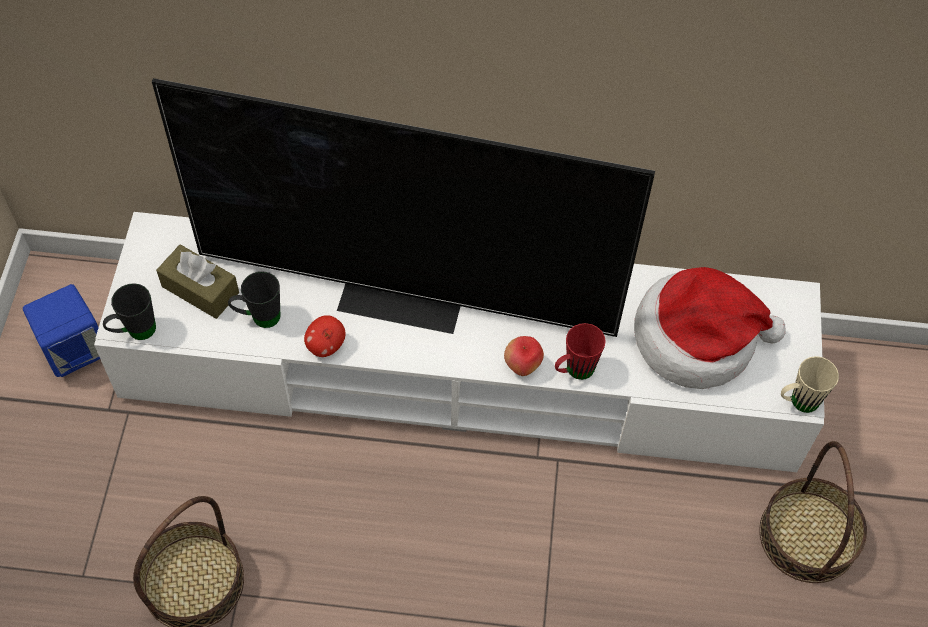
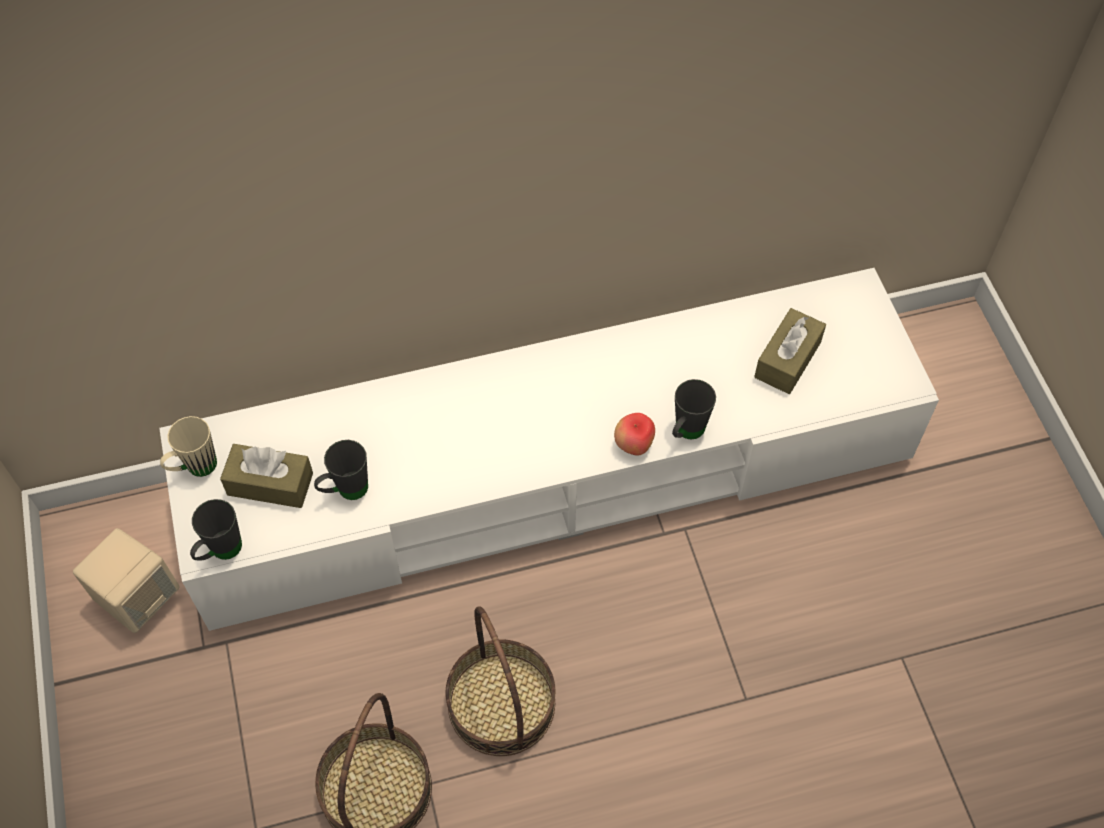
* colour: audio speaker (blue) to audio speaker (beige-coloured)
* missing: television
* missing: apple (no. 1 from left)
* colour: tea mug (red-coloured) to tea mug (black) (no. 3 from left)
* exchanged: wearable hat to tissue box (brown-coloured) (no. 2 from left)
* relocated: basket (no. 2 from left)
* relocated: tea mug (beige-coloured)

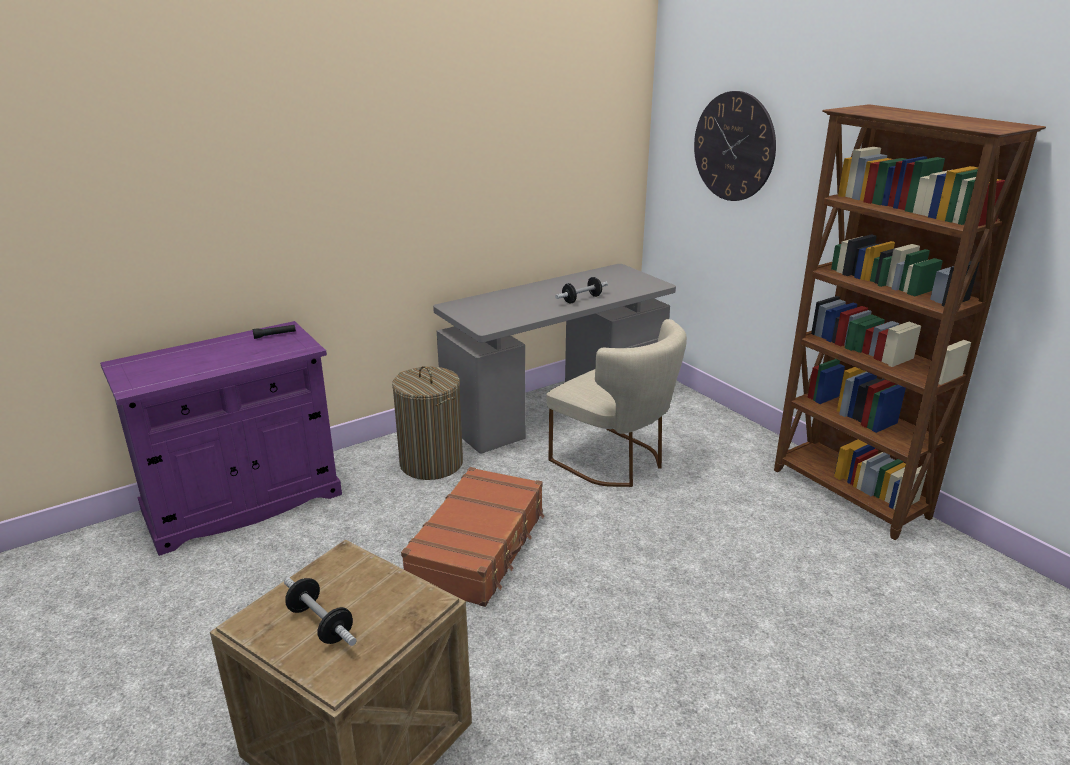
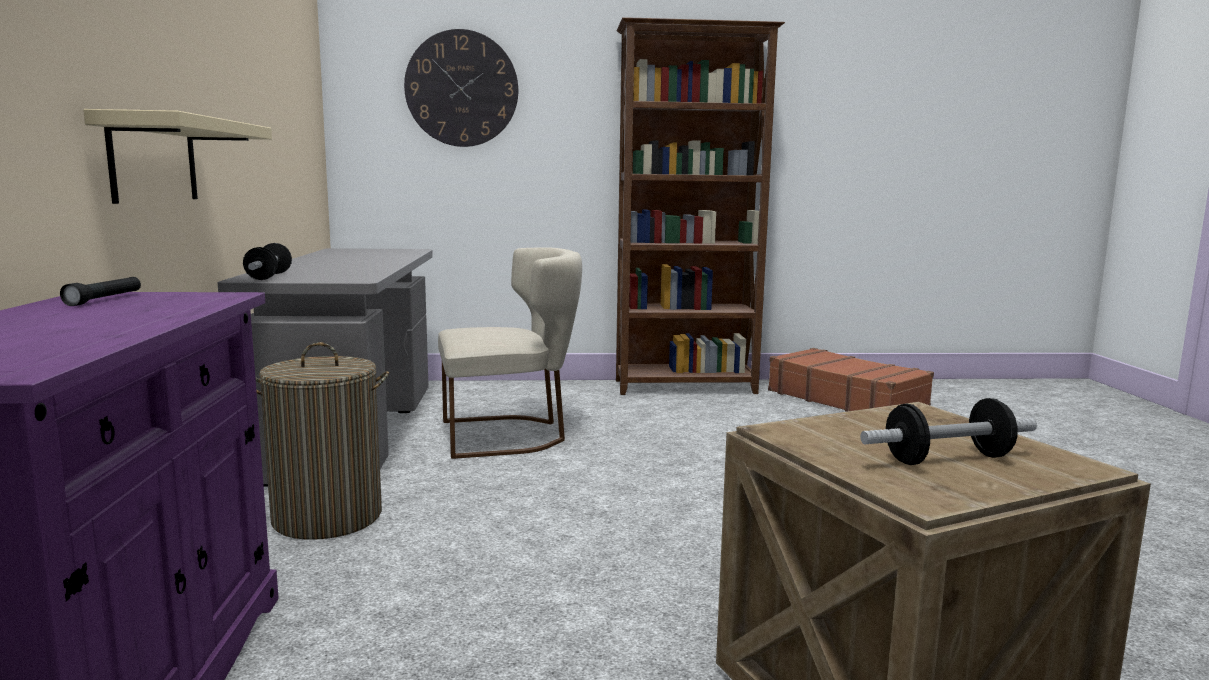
* relocated: suitcase (brown-coloured)
* relocated: dumbbell (no. 2 from left in the first image) to dumbbell (no. 1 from left)
* appeared: shelf (beige-coloured)

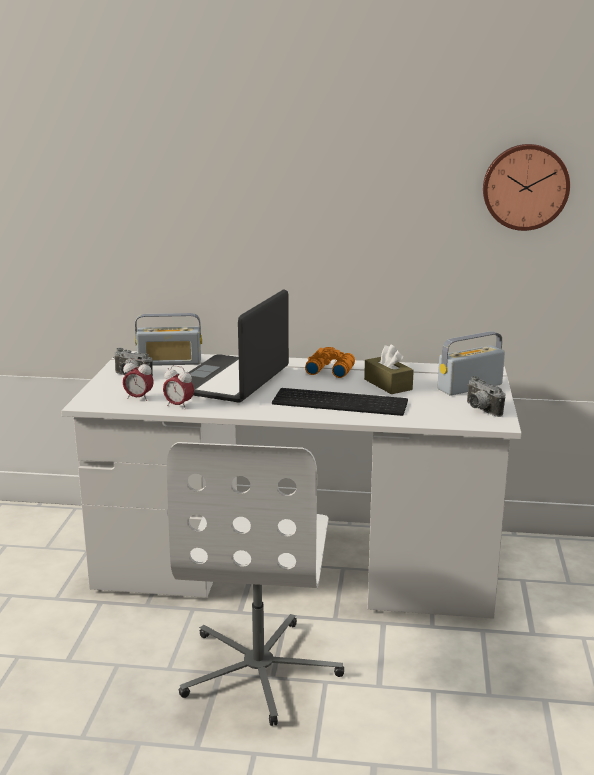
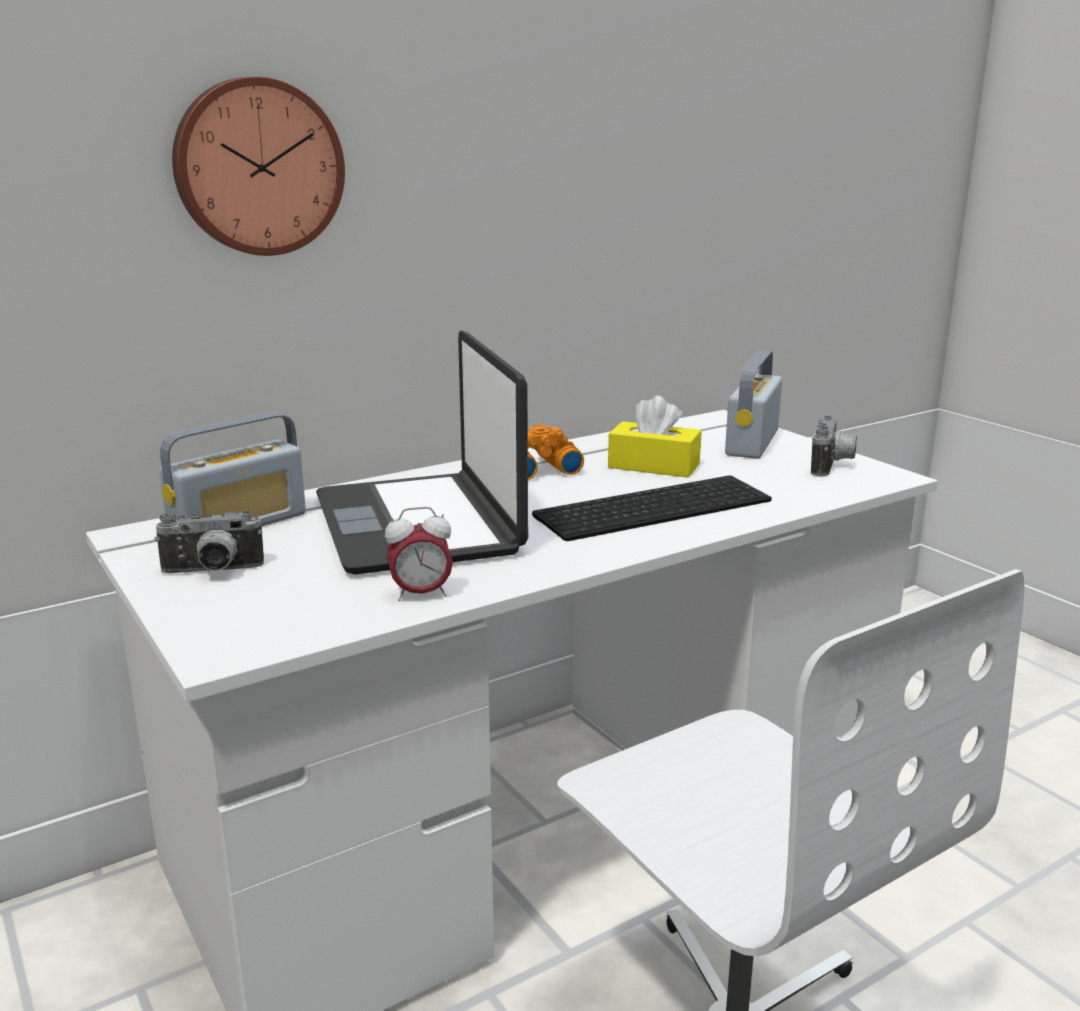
* missing: table clock (no. 1 from left)
* colour: tissue box (brown-coloured) to tissue box (yellow-coloured)
* spun: still camera (no. 2 from left) 90 degrees counterclockwise
* relocated: hanging clock

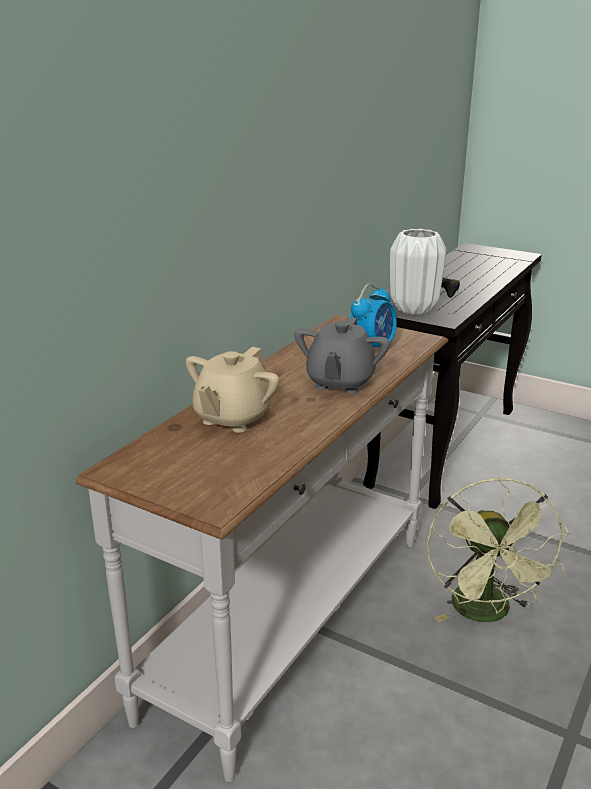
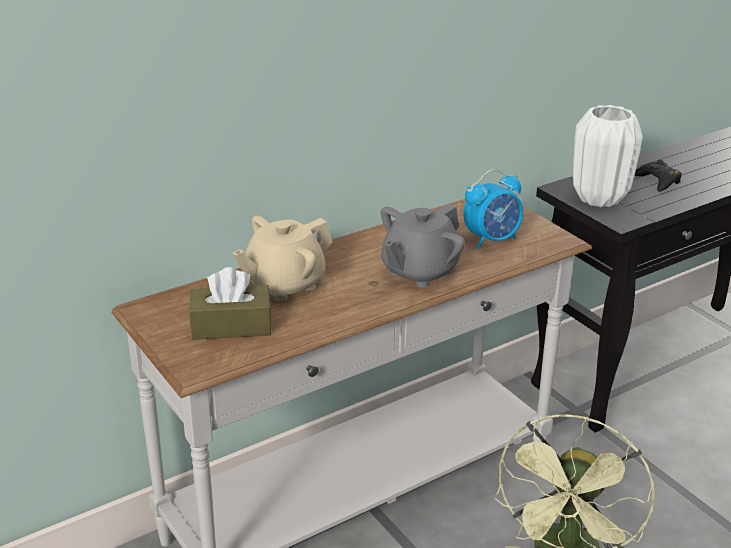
* appeared: tissue box (brown-coloured)

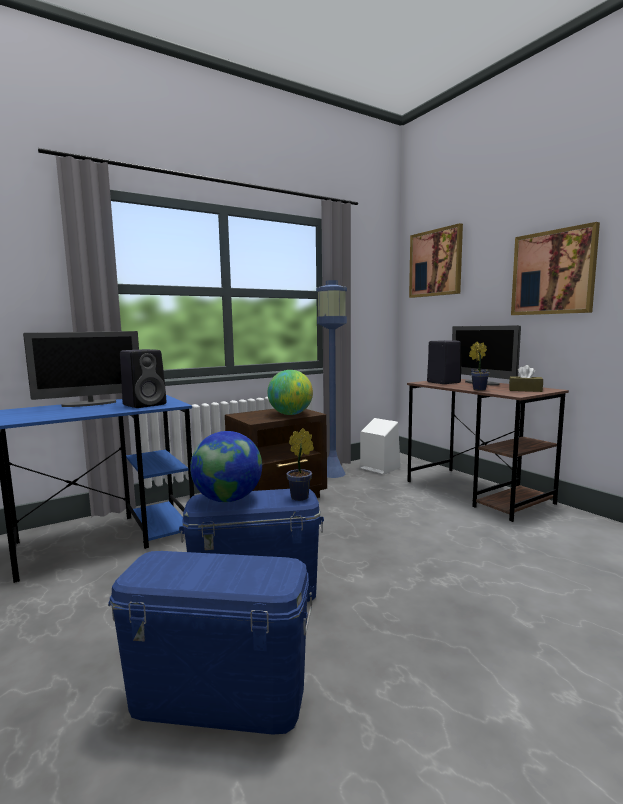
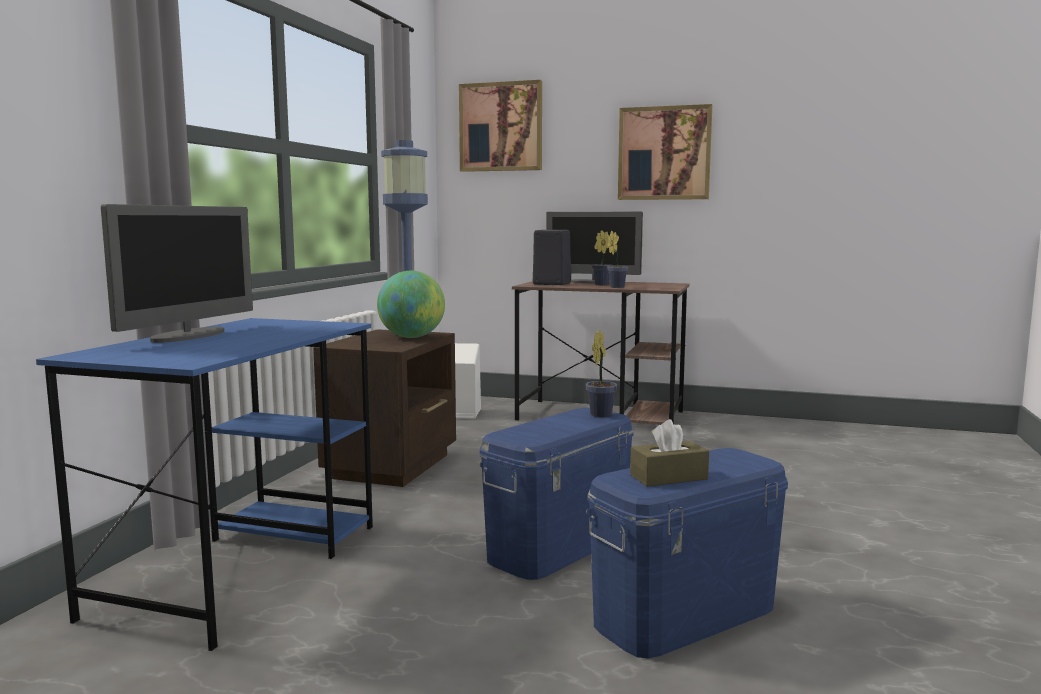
* missing: audio speaker (black) (no. 1 from left)
* missing: globe (no. 1 from left)
* relocated: tissue box (brown-coloured)

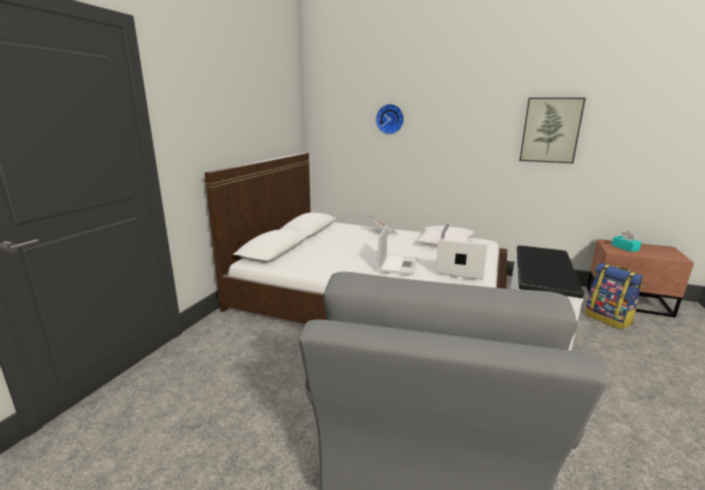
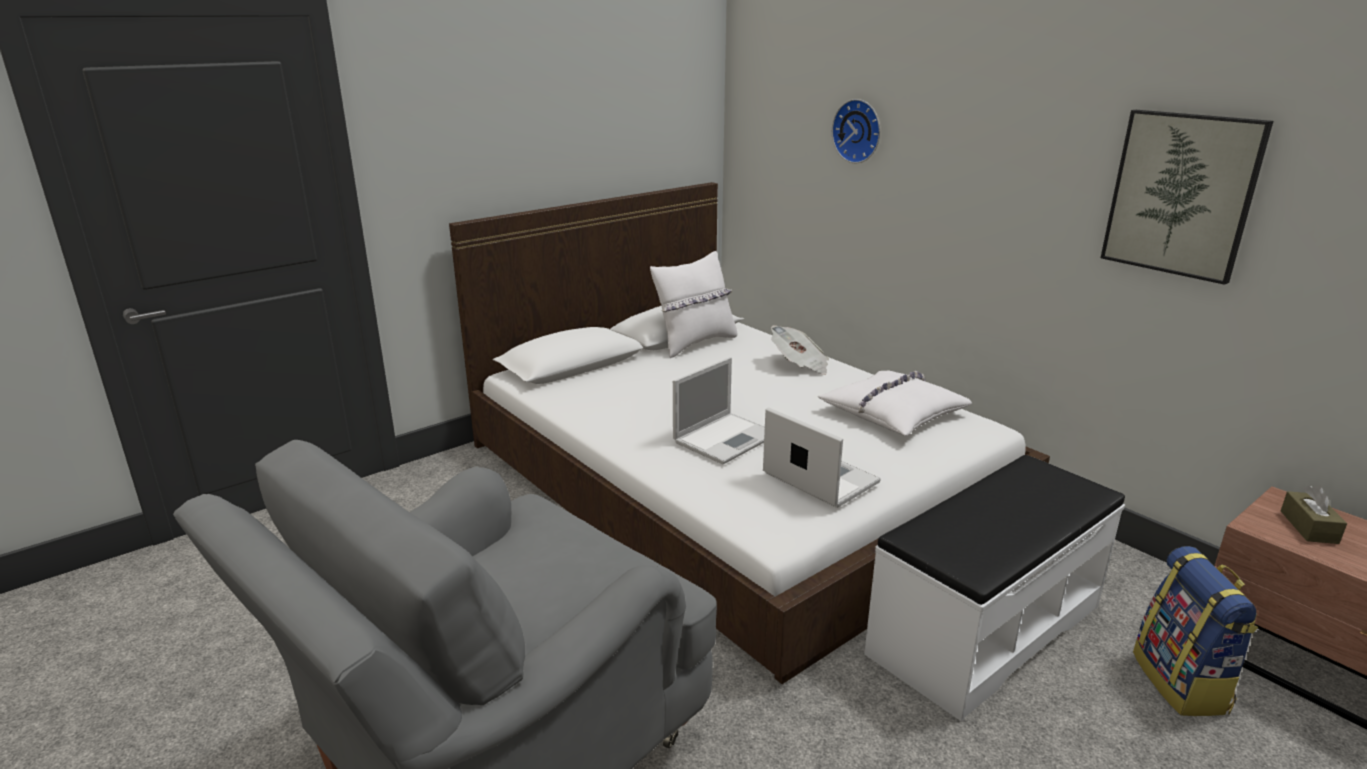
* colour: tissue box (blue-green) to tissue box (brown-coloured)
* appeared: throw pillow (white) (no. 1 from left)

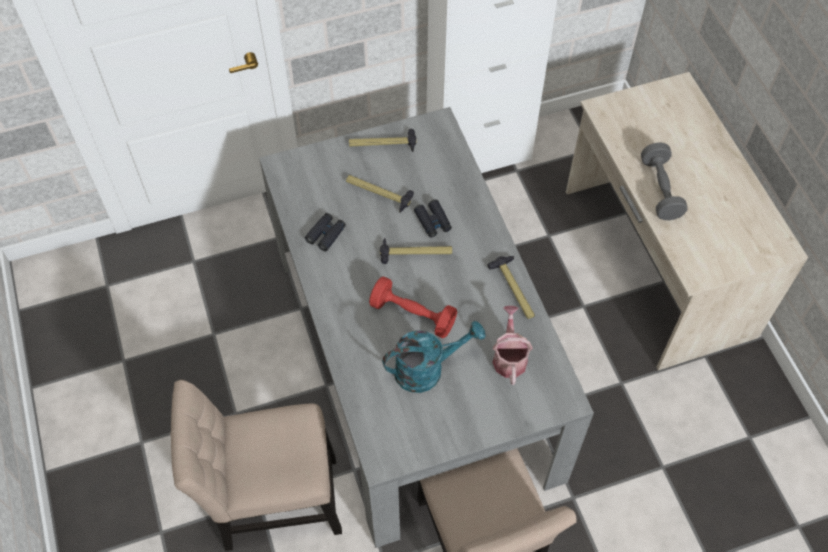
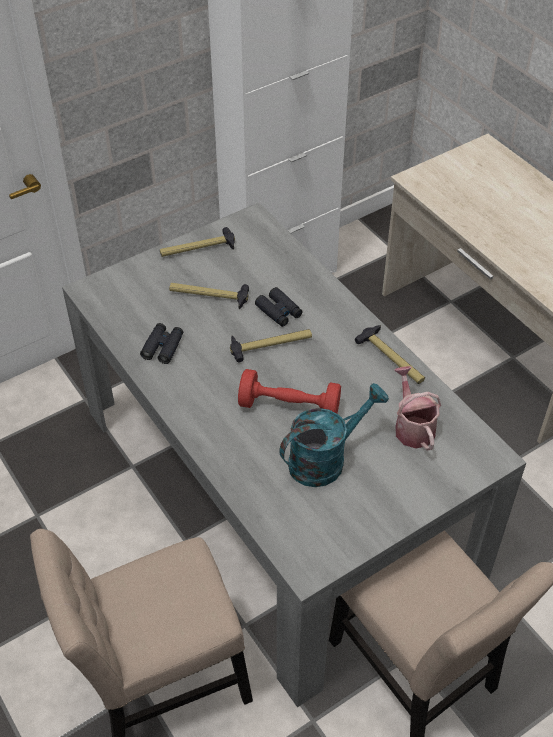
* missing: dumbbell (greyish)

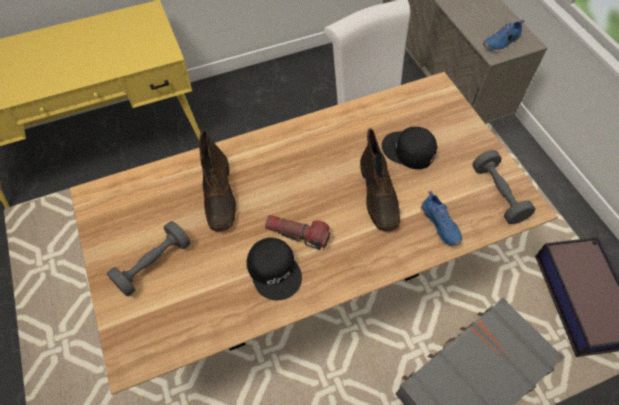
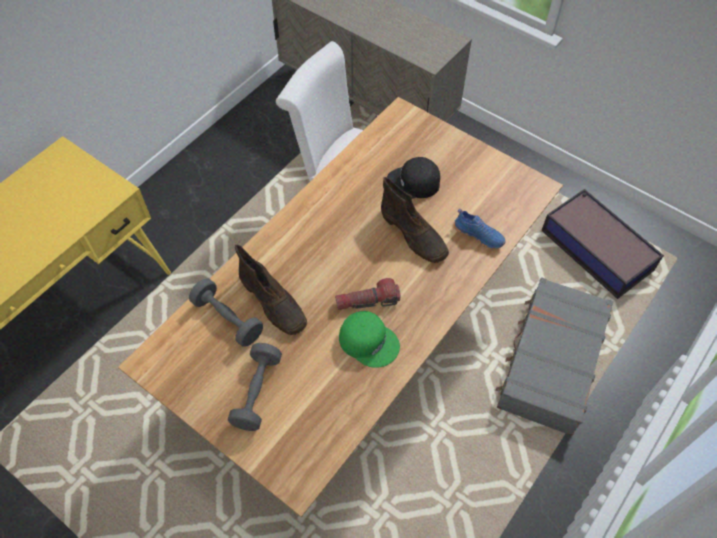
* colour: peaked cap (black) (no. 1 from left) to peaked cap (greenish)
* relocated: dumbbell (greyish) (no. 2 from left in the first image) to dumbbell (greyish) (no. 1 from left)
* missing: low shoe (blue) (no. 2 from left)

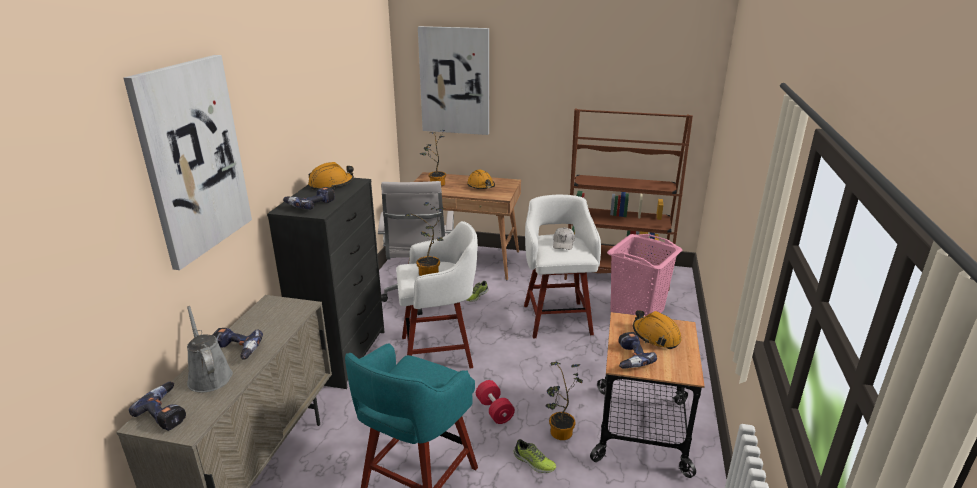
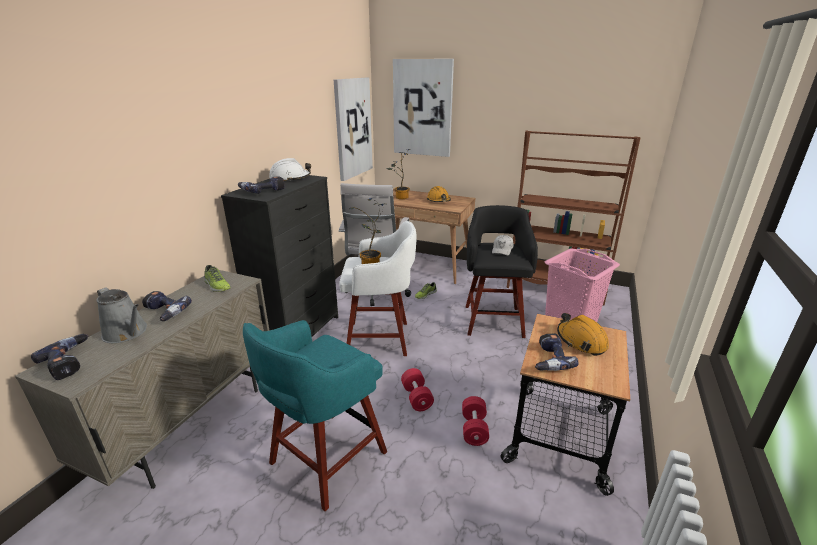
* relocated: picture (no. 1 from left)
* spun: sprinkling can (greyish) 150 degrees clockwise
* colour: hard hat (orange) (no. 1 from left) to hard hat (white)
* relocated: low shoe (no. 2 from left in the first image) to low shoe (no. 1 from left)
* colour: stool seat (white) (no. 2 from left) to stool seat (black)
* exchanged: potted plant (no. 3 from left) to dumbbell (red-coloured) (no. 2 from left)

